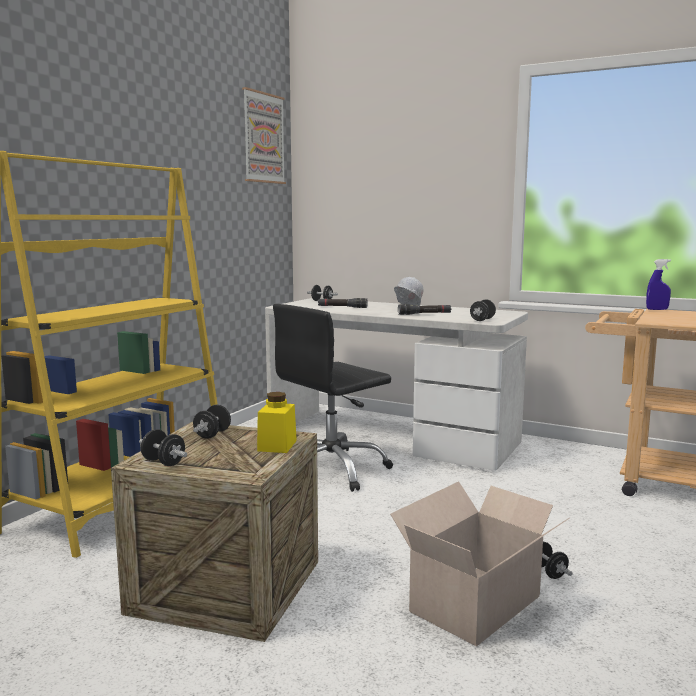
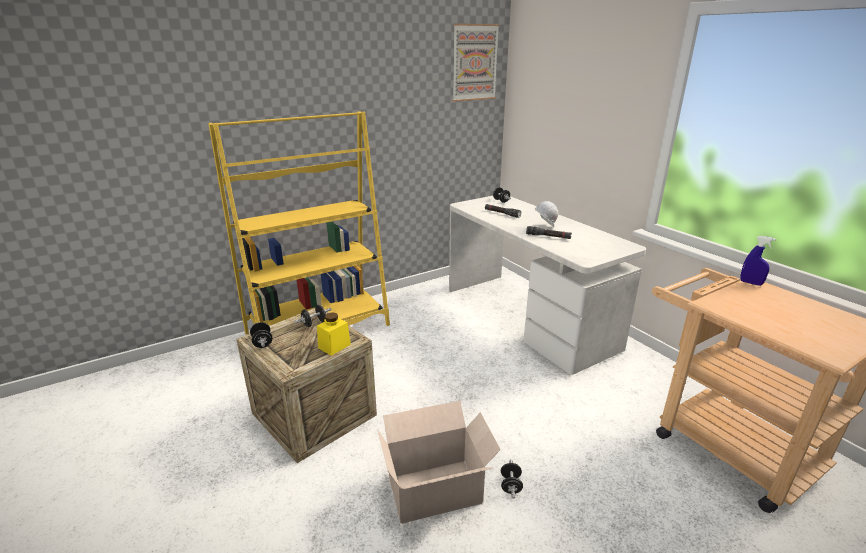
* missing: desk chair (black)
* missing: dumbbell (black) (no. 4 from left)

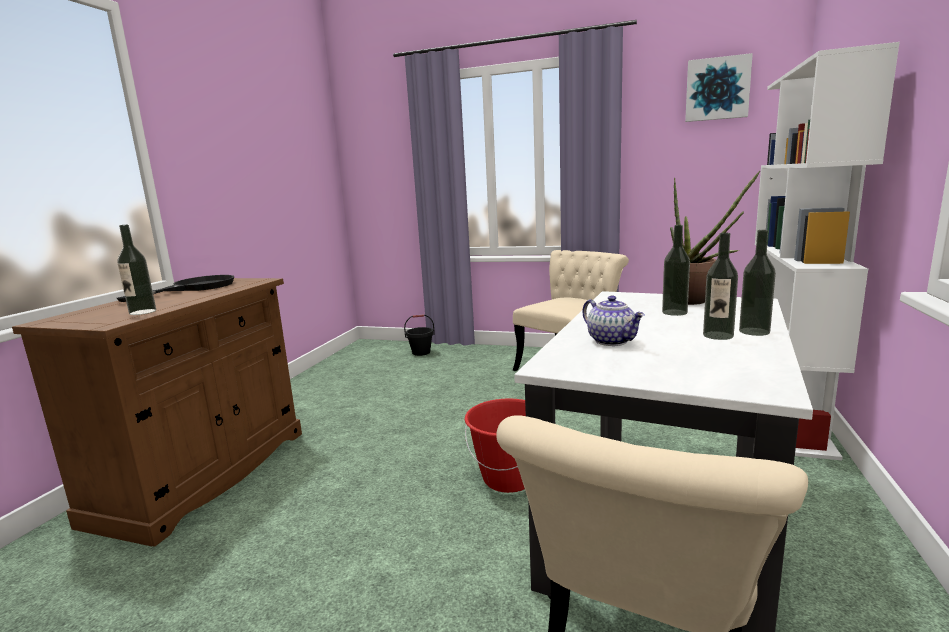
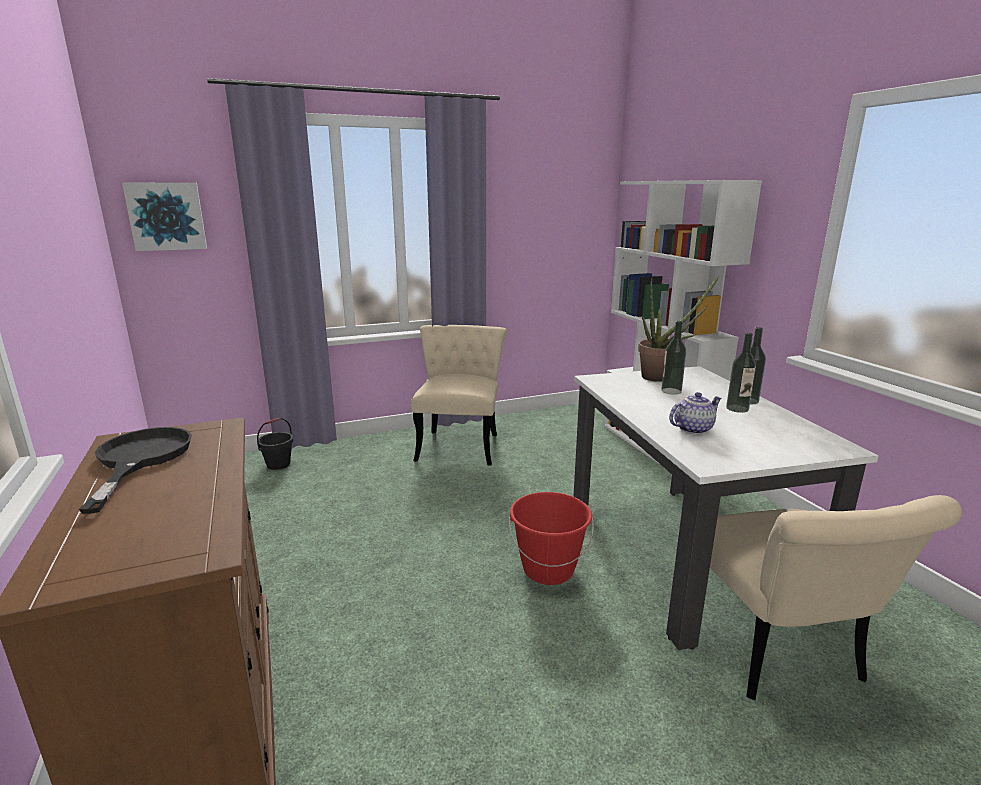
* missing: drink bottle (no. 1 from left)
* spun: teapot 45 degrees counterclockwise
* relocated: picture

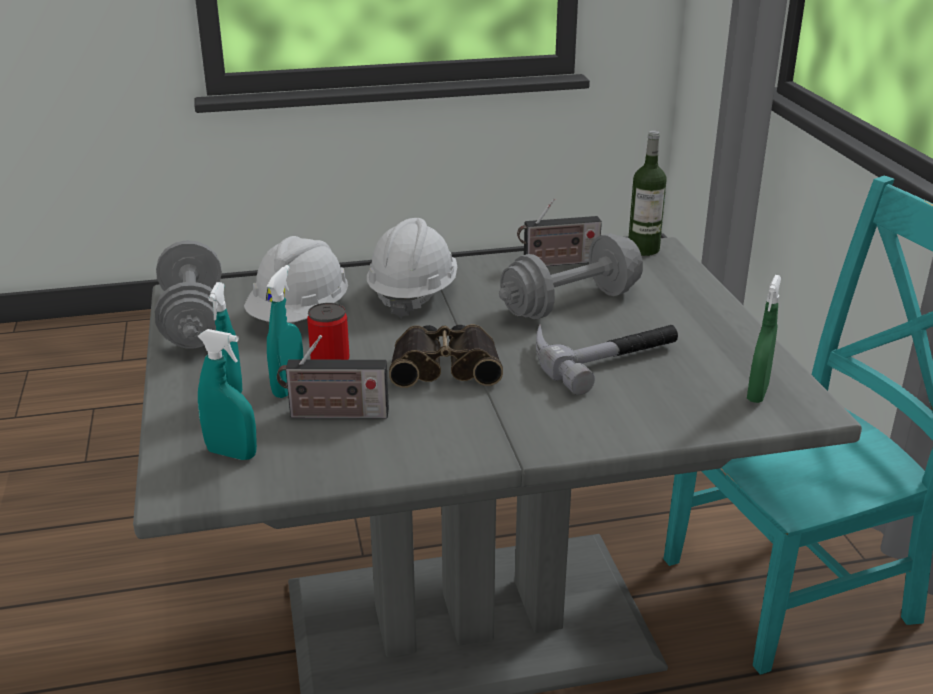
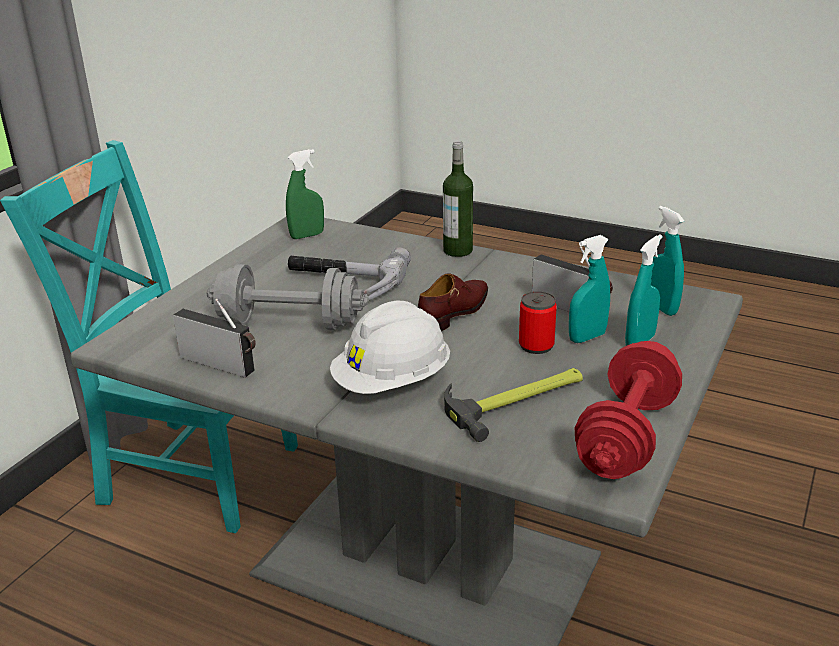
* colour: dumbbell (greyish) (no. 1 from left) to dumbbell (red-coloured)
* exchanged: hard hat (white) (no. 1 from left) to hand hammer (no. 2 from left)
* exchanged: field glasses to low shoe (brown-coloured)
* relocated: drink bottle

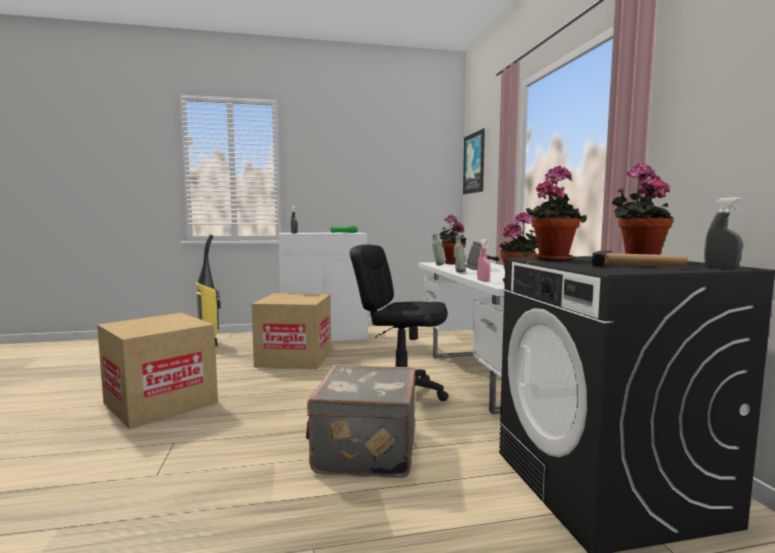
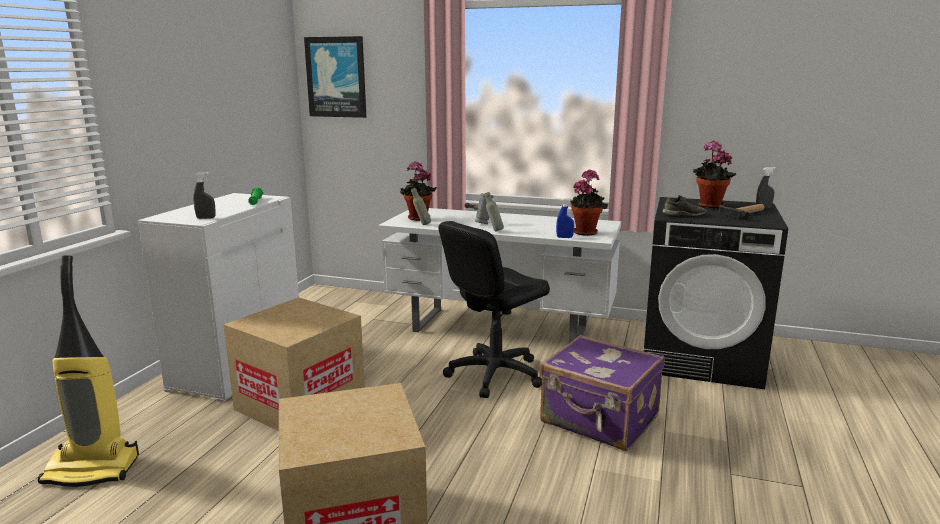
* colour: suitcase (greyish) to suitcase (purple)
* colour: hand sprayer (pink) to hand sprayer (blue)
* exchanged: potted plant (no. 3 from left) to low shoe (greyish)

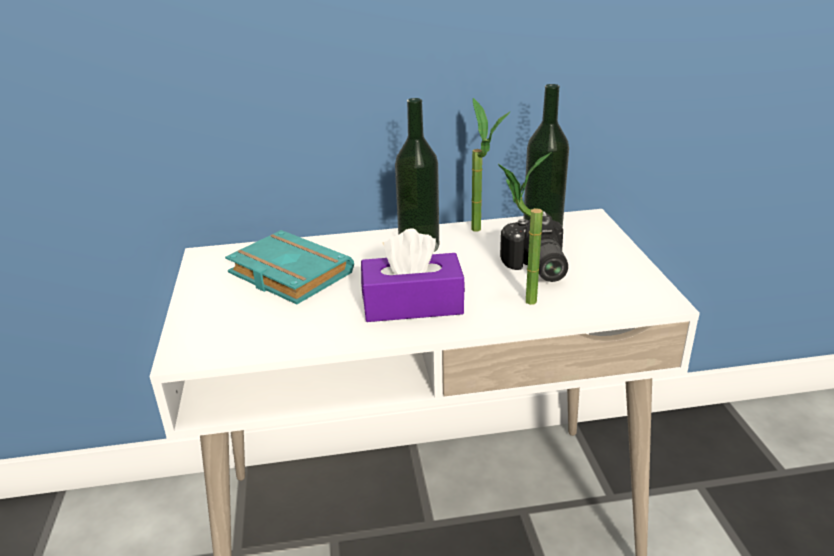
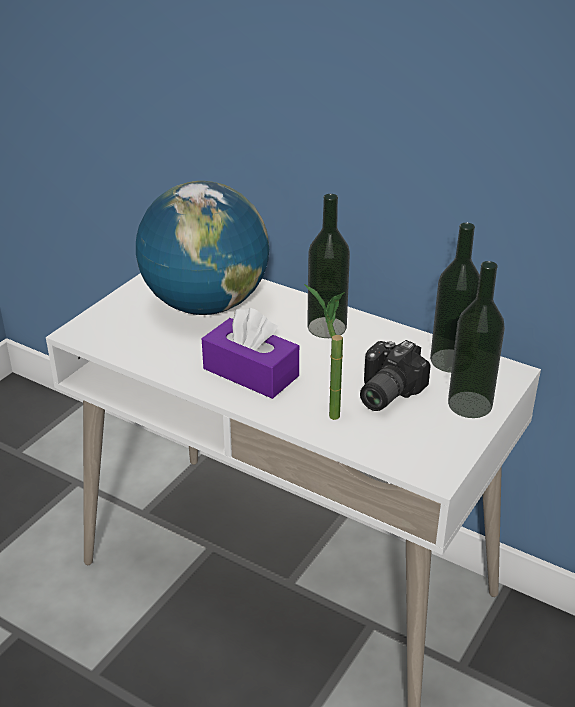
* exchanged: bound book (blue-green) to globe
* missing: potted plant (no. 1 from left)
* appeared: drink bottle (no. 3 from left)

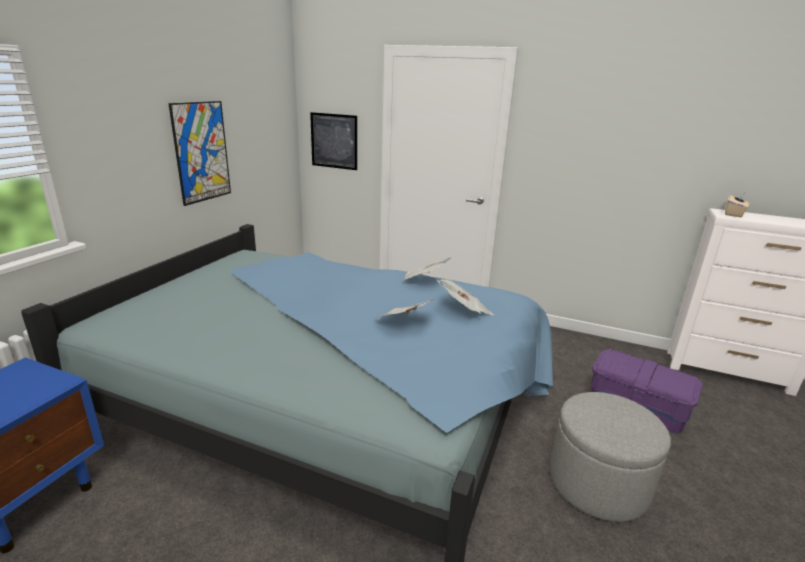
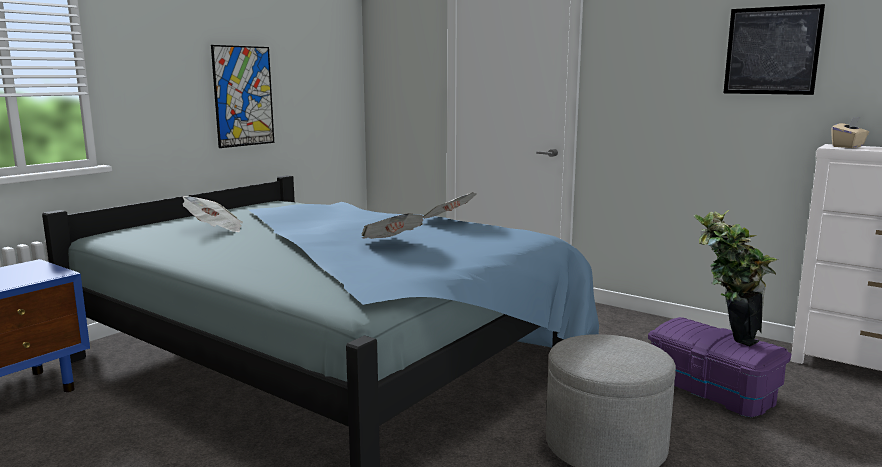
* relocated: picture (no. 2 from left)
* relocated: newspaper (no. 3 from left in the first image) to newspaper (no. 1 from left)
* appeared: potted plant

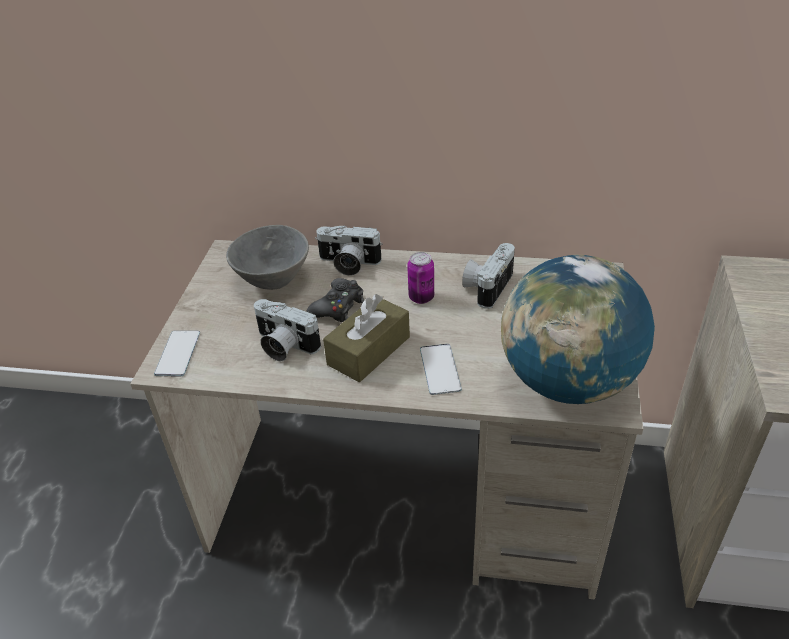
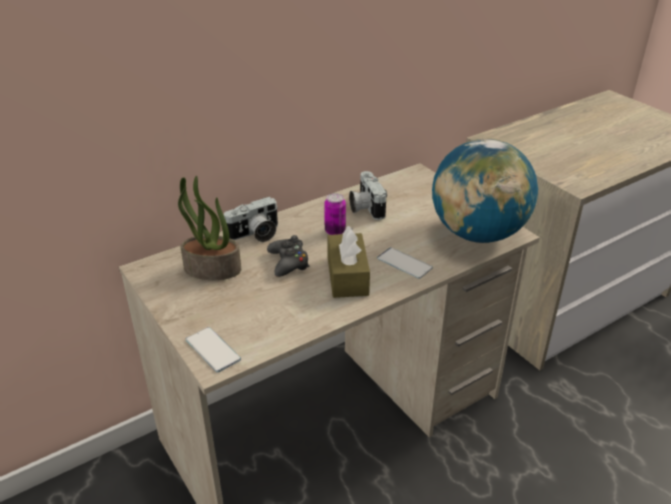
* exchanged: bowl (greyish) to potted plant
* missing: still camera (no. 1 from left)

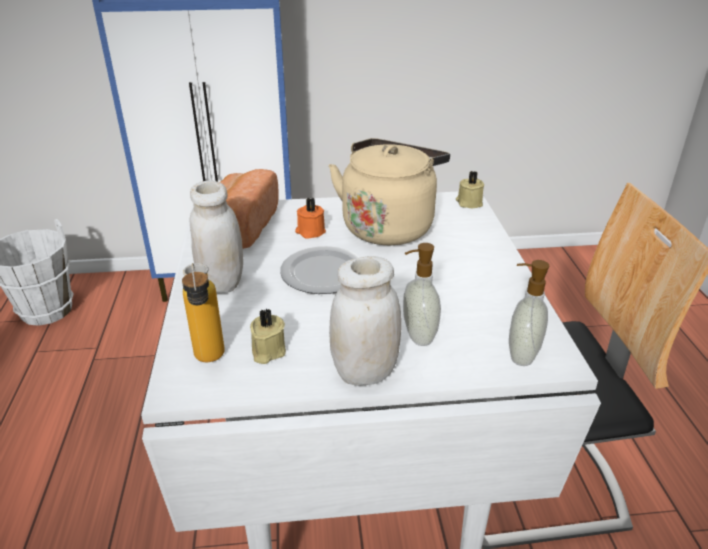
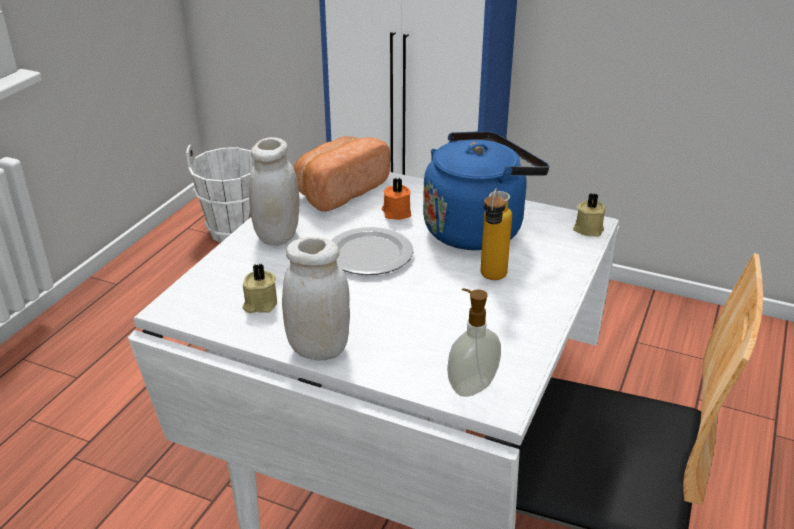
* relocated: drink bottle
* colour: water kettle (beige-coloured) to water kettle (blue)
* missing: soap bottle (no. 1 from left)

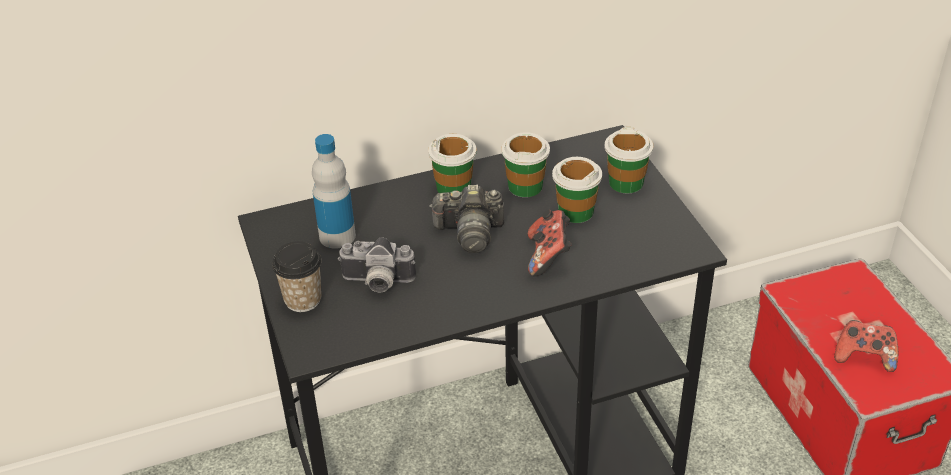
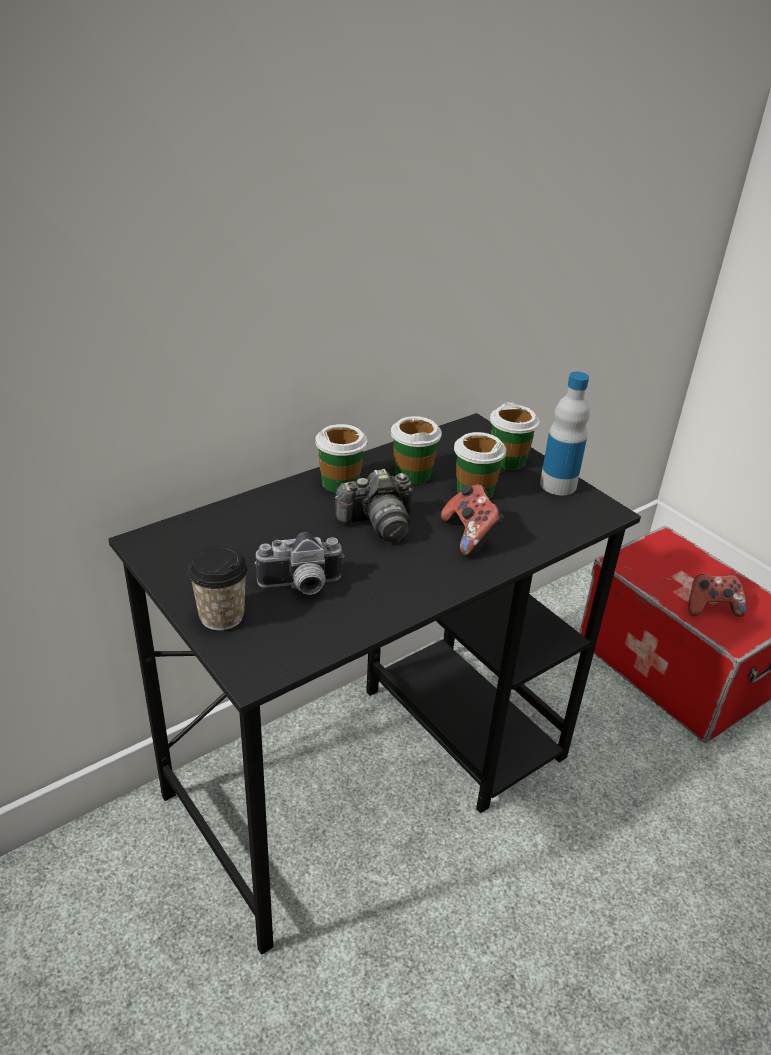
* relocated: drink bottle

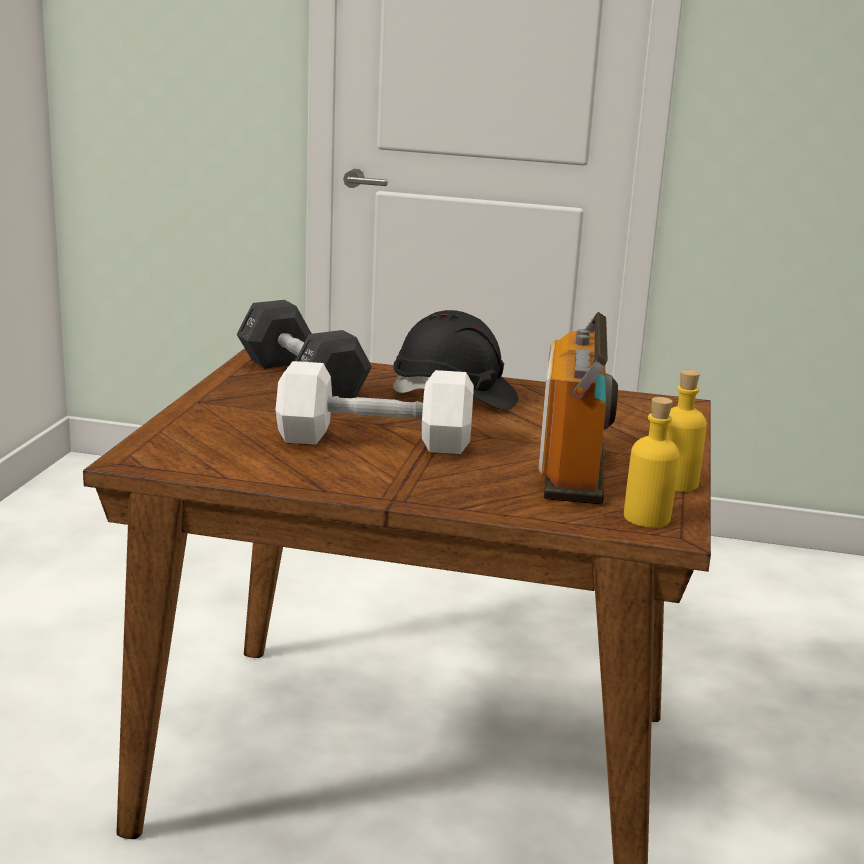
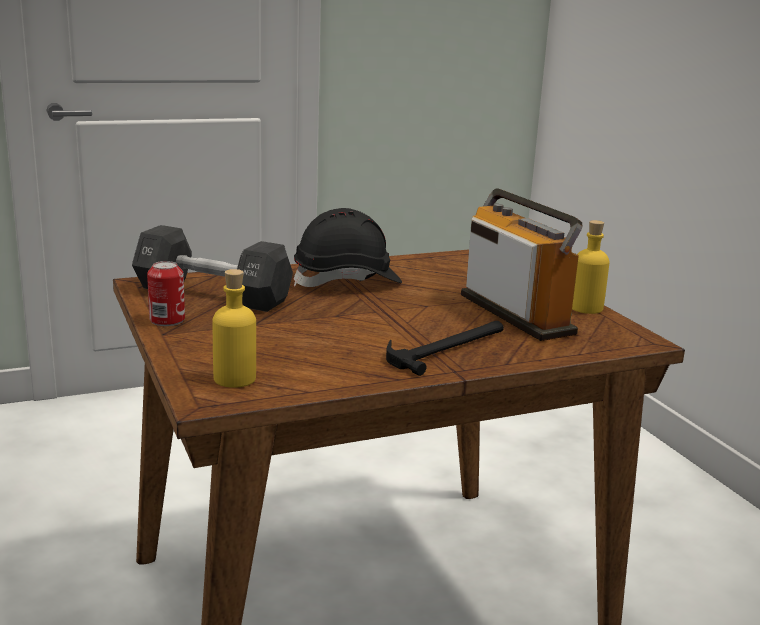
* missing: dumbbell (white)
* relocated: drink bottle (yellow-coloured) (no. 1 from left)
* appeared: sealed can
* appeared: hand hammer

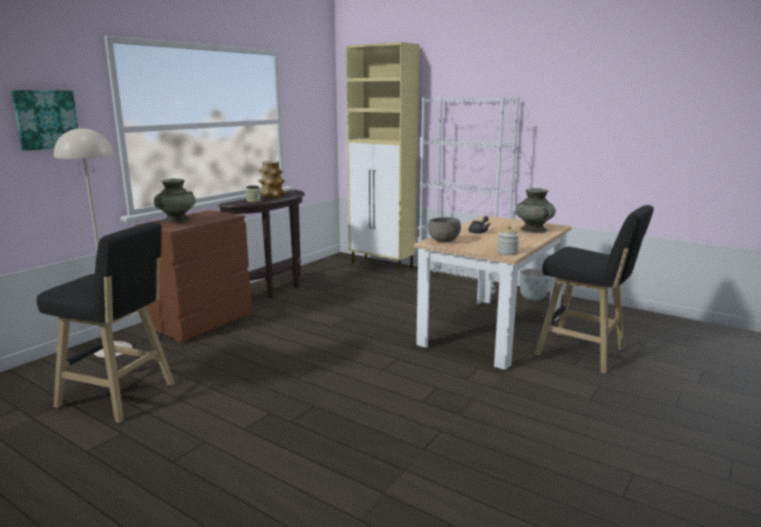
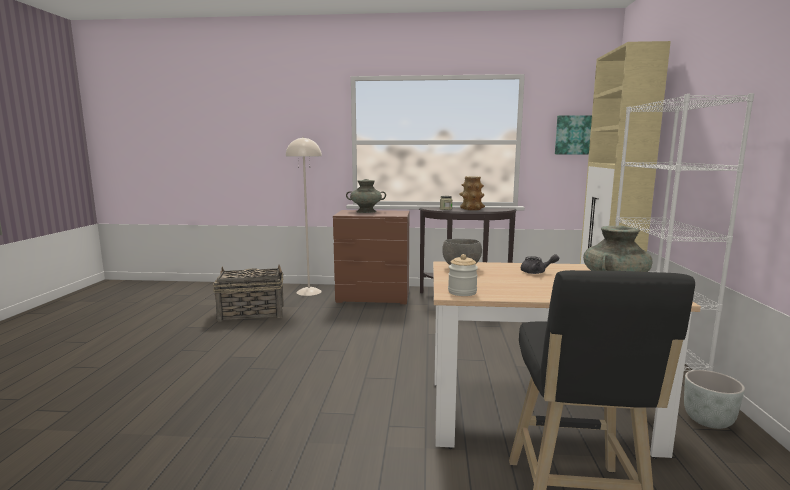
* relocated: picture
* exchanged: stool seat (black) (no. 1 from left) to basket

